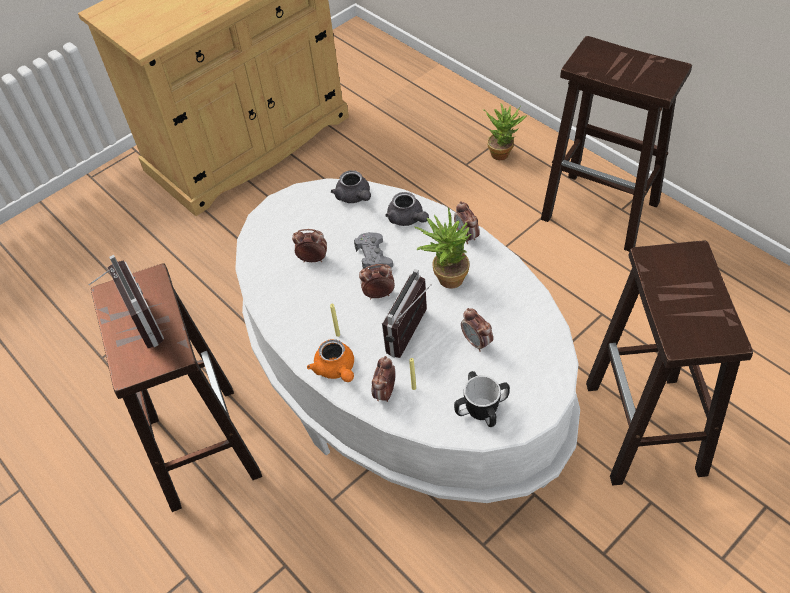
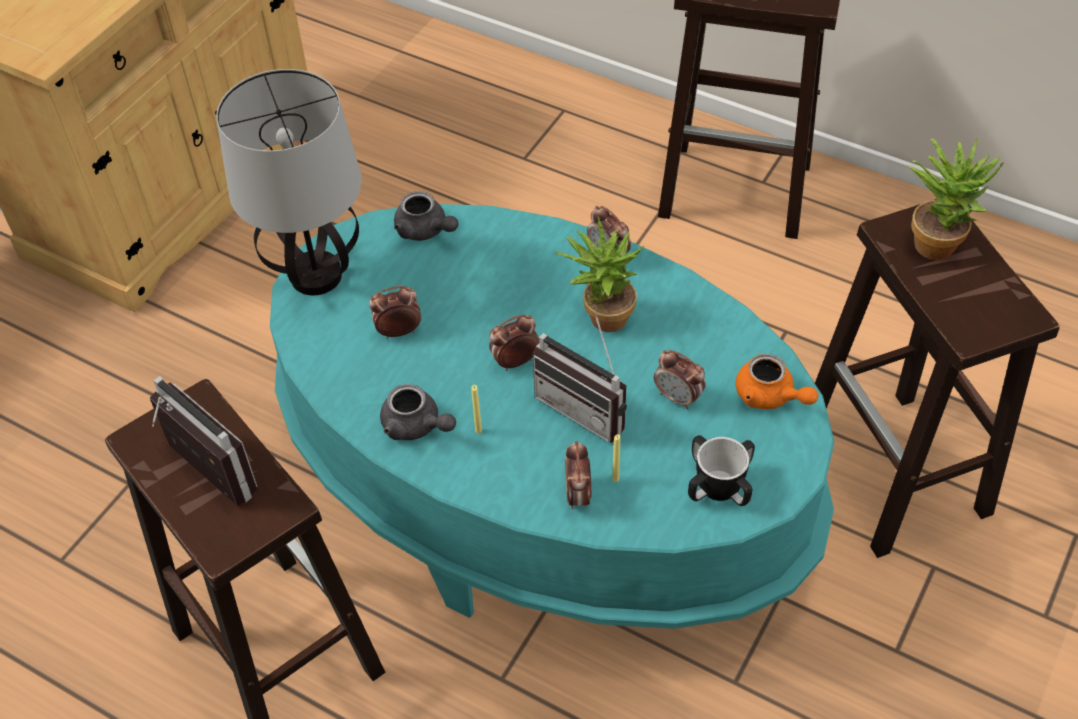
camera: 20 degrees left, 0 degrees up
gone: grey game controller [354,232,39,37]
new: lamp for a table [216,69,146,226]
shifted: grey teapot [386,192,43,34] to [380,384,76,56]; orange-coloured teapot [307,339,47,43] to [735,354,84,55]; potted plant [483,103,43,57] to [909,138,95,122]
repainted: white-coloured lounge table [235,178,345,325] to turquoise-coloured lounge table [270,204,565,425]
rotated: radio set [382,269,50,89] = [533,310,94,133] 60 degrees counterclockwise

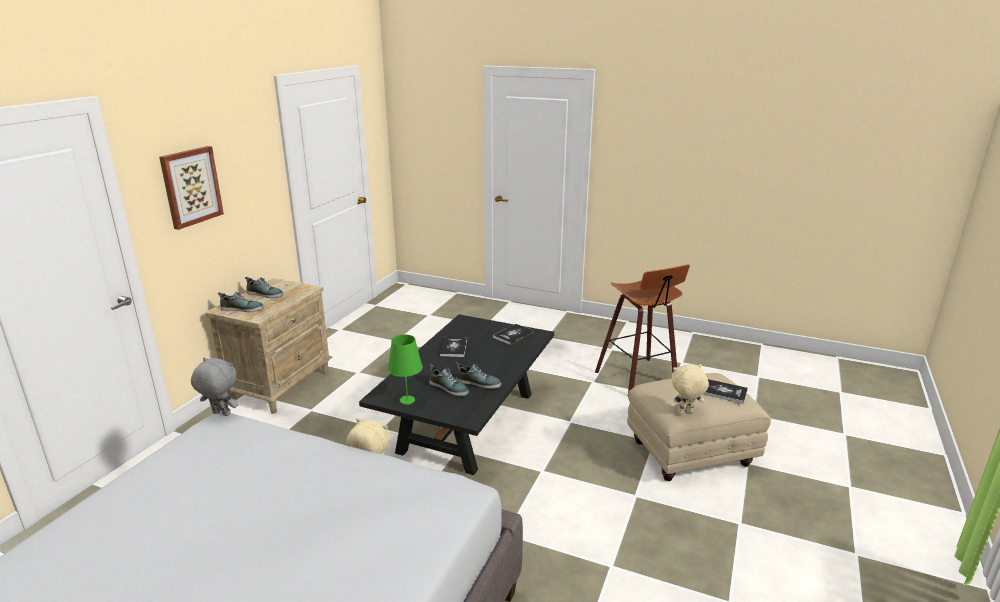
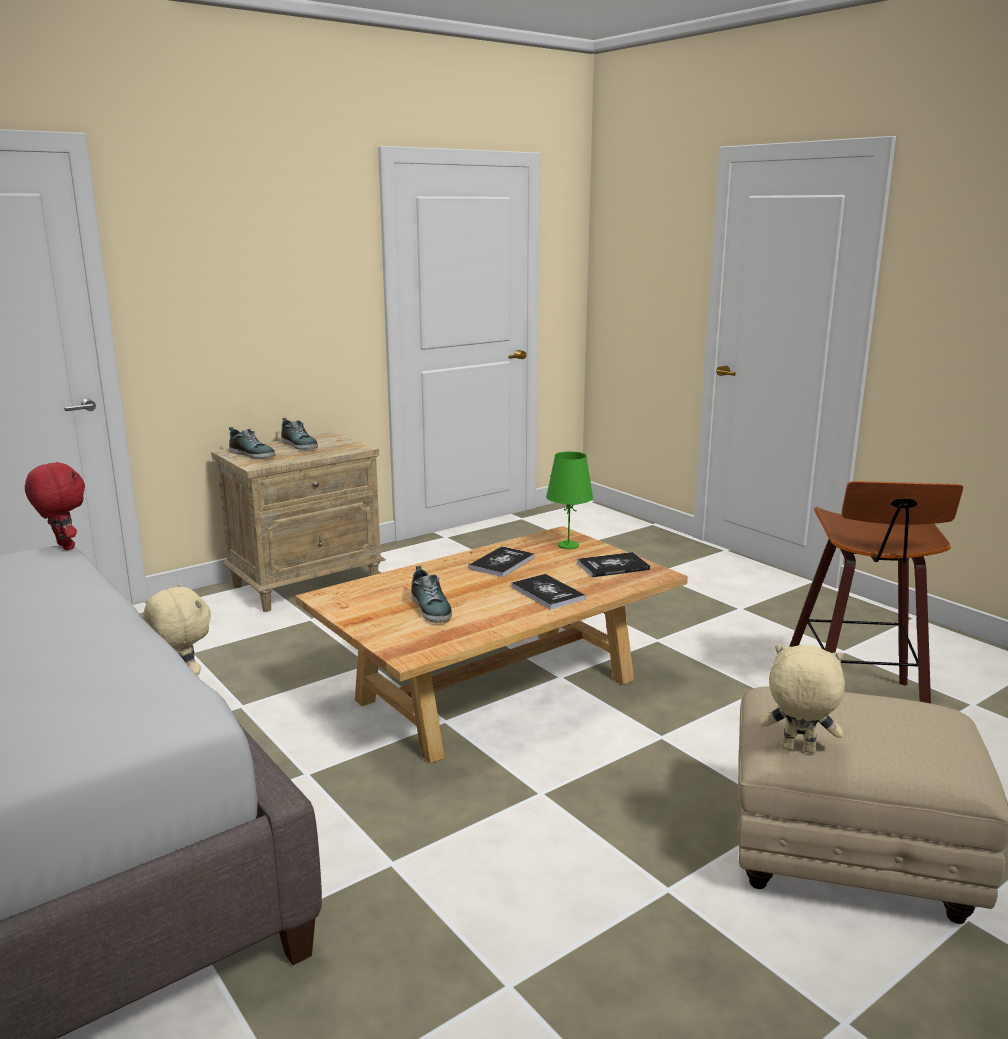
camera: 30 degrees right, 5 degrees down
gone: wall picture [159,146,65,84]; low shoe [455,362,46,27]
shifted: volume [703,379,45,25] to [511,574,75,36]; green-coloured lamp for a table [388,335,35,70] to [546,451,47,98]
repainted: grey plush toy [191,358,47,58] to red-coloured plush toy [25,462,60,88]; black-coloured lounge table [359,314,195,161] to beige-coloured lounge table [295,526,393,237]

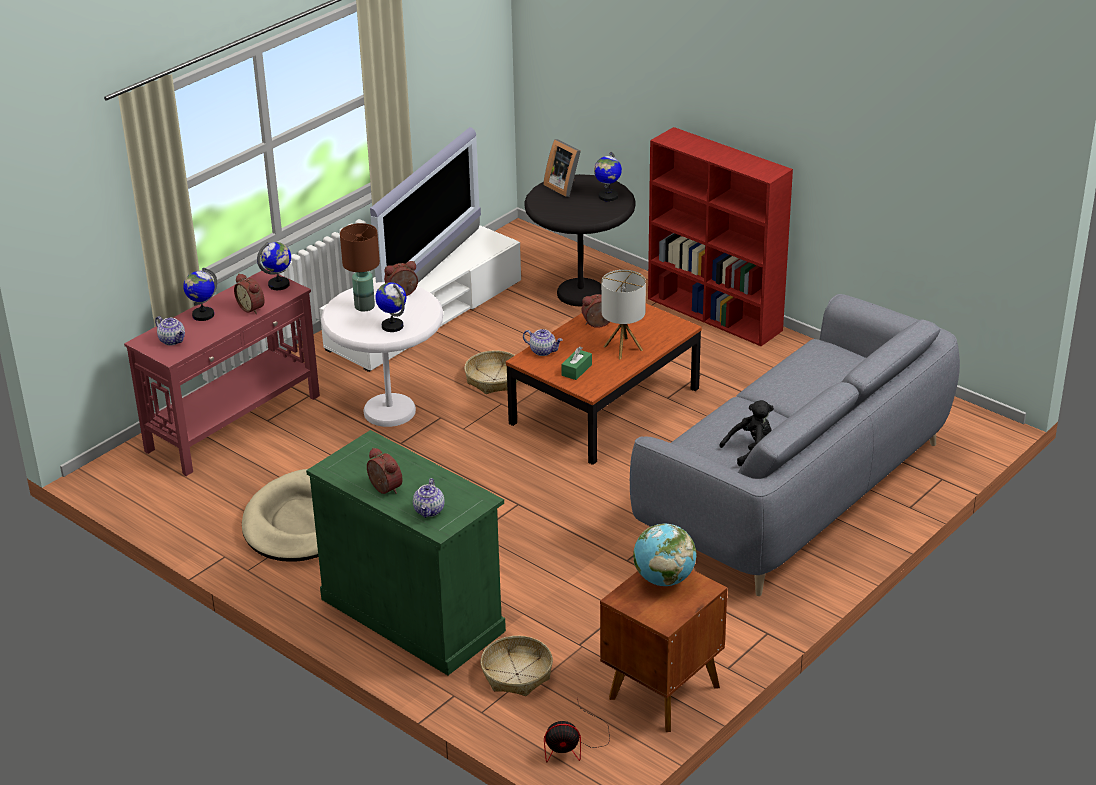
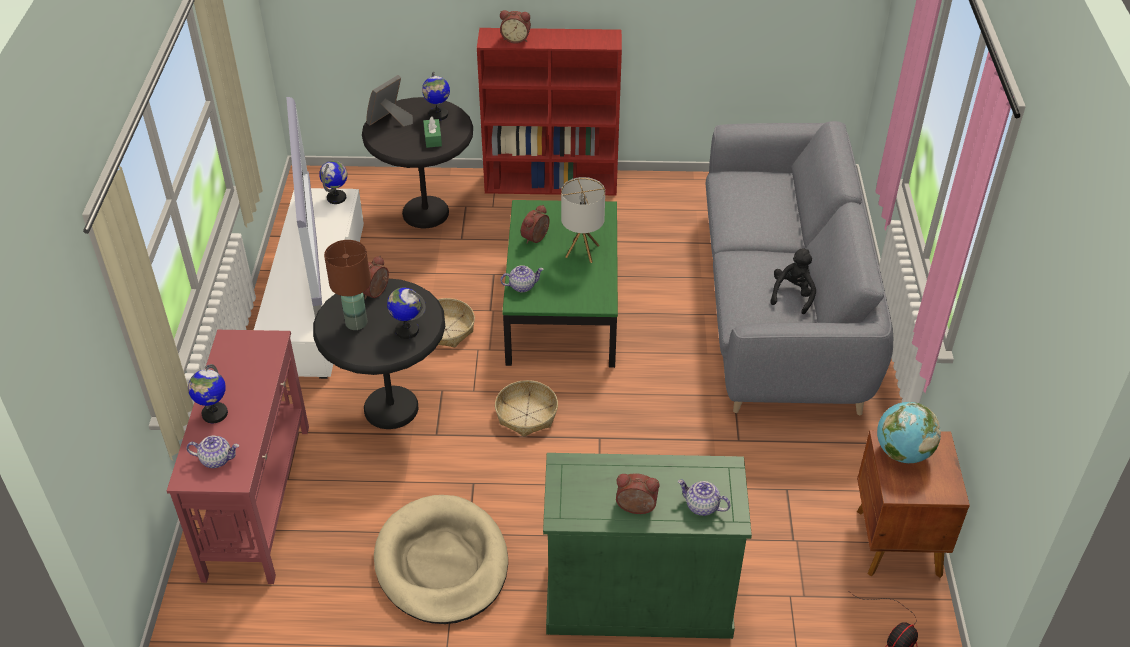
camera: 40 degrees left, 10 degrees up
shifted: globe [257,242,34,48] to [319,161,28,43]; green-coloured tissue box [561,347,31,33] to [423,116,19,32]; basket [481,636,72,60] to [495,380,63,57]; bedside clock [234,273,31,41] to [500,10,31,34]
repainted: white-coloured side table [321,282,122,145] to black-coloured side table [313,279,132,150]; brown lounge table [506,304,196,161] to green-coloured lounge table [502,200,116,168]
rotated: picture frame [543,139,38,58] = [366,75,47,51] 120 degrees clockwise; teapot [413,478,31,40] = [678,480,52,36] 150 degrees clockwise

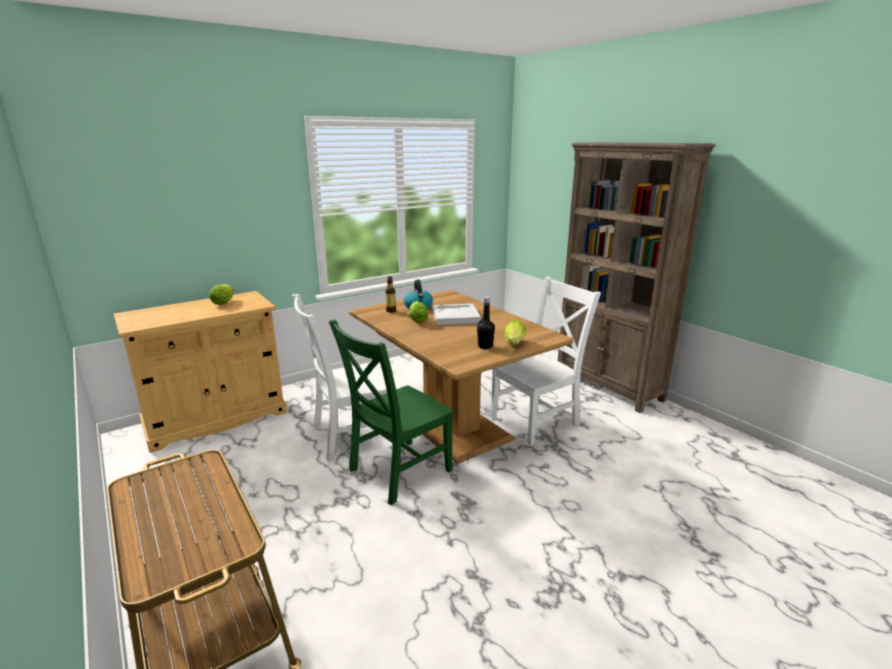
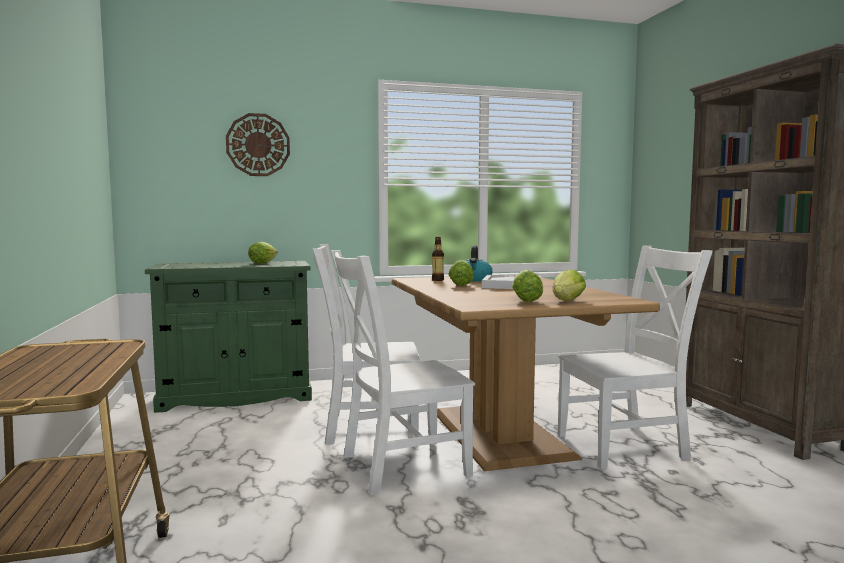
camera: 20 degrees right, 15 degrees down
new: hanging clock [226,113,64,63]
swapped: black-coloured bottle [477,297,18,52] to lettuce [512,270,31,32]
repainted: beige-coloured cupboard [114,291,173,162] to green-coloured cupboard [145,261,167,152]; green-coloured plain chair [329,320,125,185] to white-coloured plain chair [331,250,144,246]

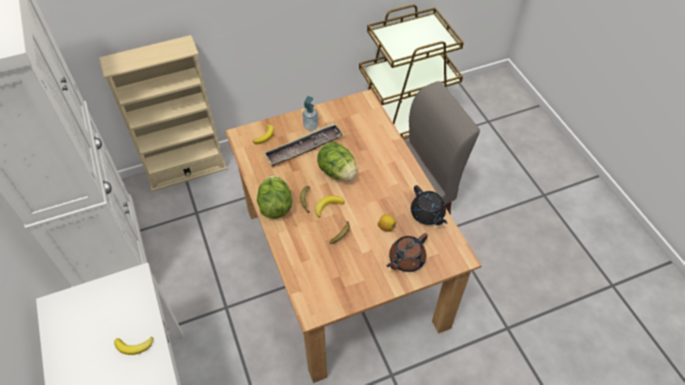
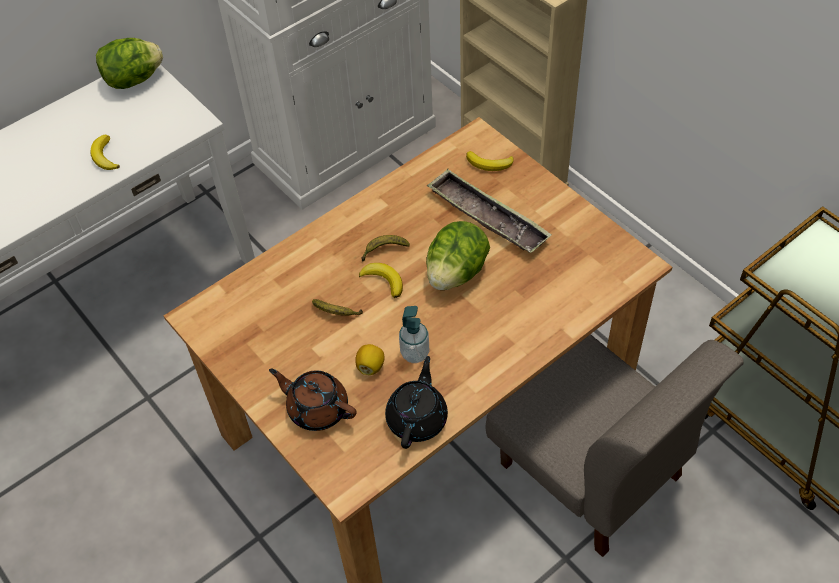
camera: 75 degrees right, 0 degrees up
shifted: lettuce [257,175,35,44] to [96,38,67,51]; soap bottle [302,96,17,35] to [399,306,30,57]
rotated: black-coloured teapot [411,185,36,40] = [385,356,63,93] 150 degrees clockwise

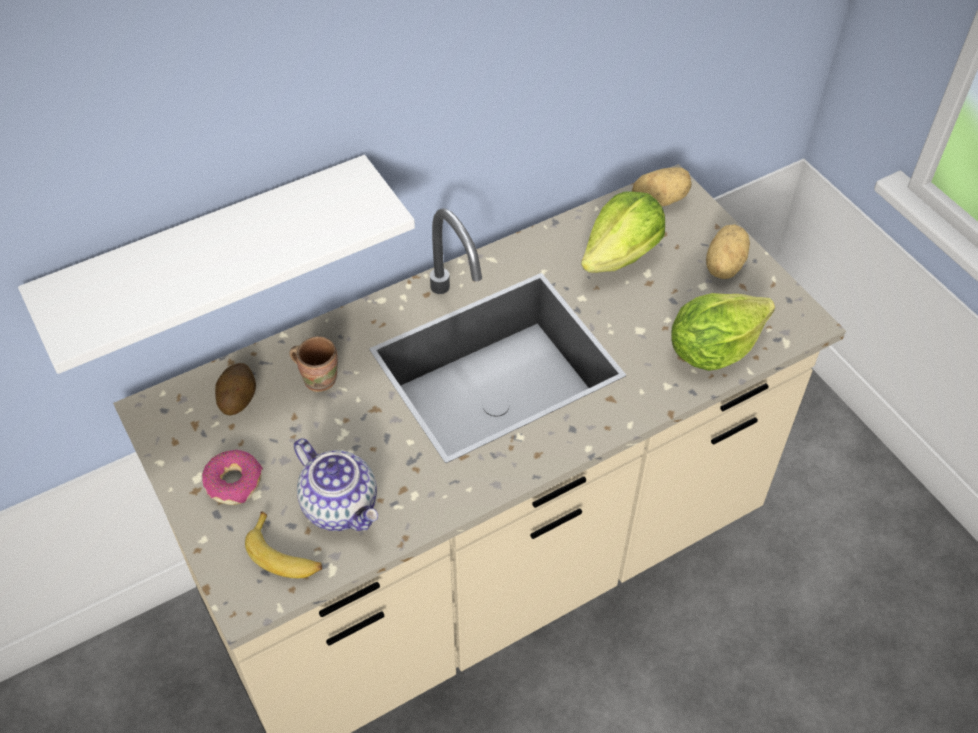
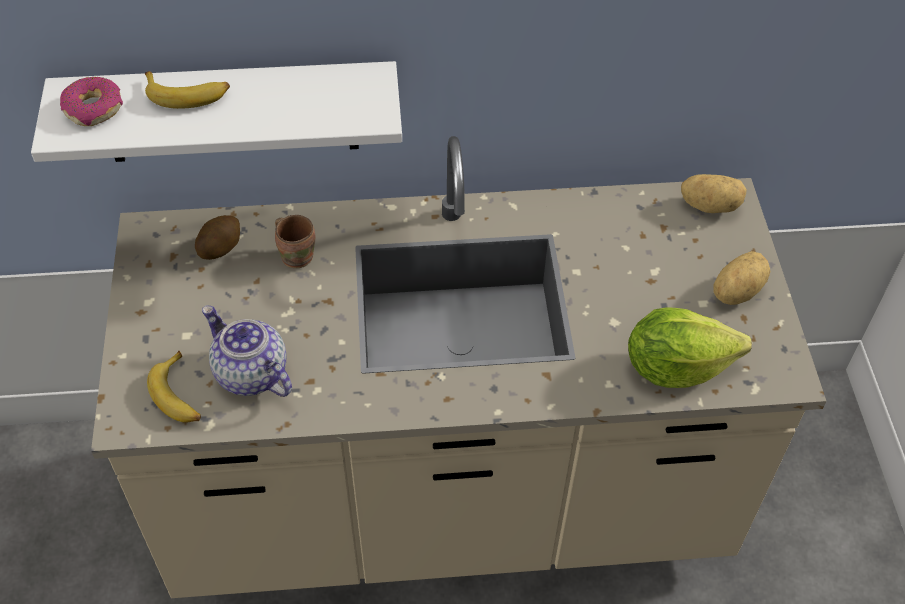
camera: 25 degrees right, 0 degrees up
gone: lettuce [581,192,84,81]
new: banana [145,71,85,38]
shifted: donut [202,450,61,55] to [60,77,63,49]
rotated: teapot [294,438,84,93] = [202,306,90,91] 150 degrees clockwise

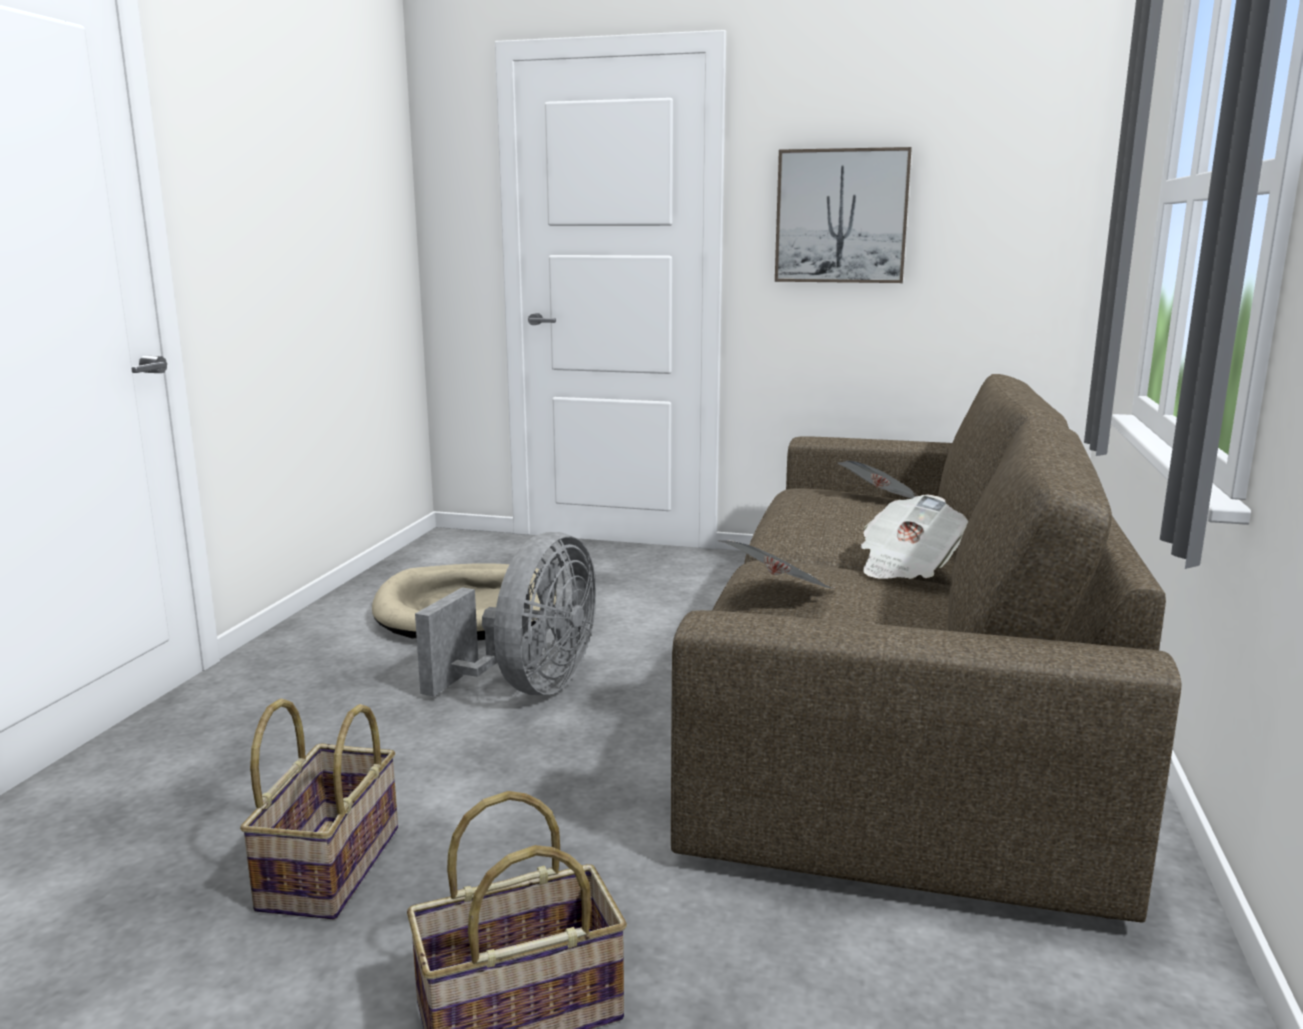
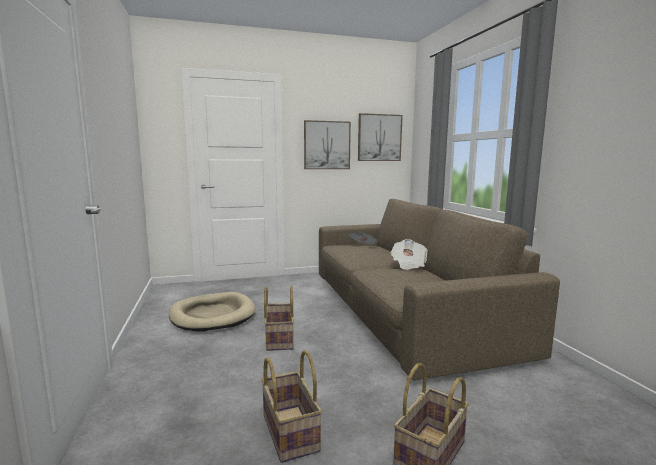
camera: 30 degrees left, 5 degrees down
gone: printed paper [720,540,114,48]
new: wall picture [358,113,45,48]
swapped: grey fan [415,532,181,165] to basket [264,285,30,66]

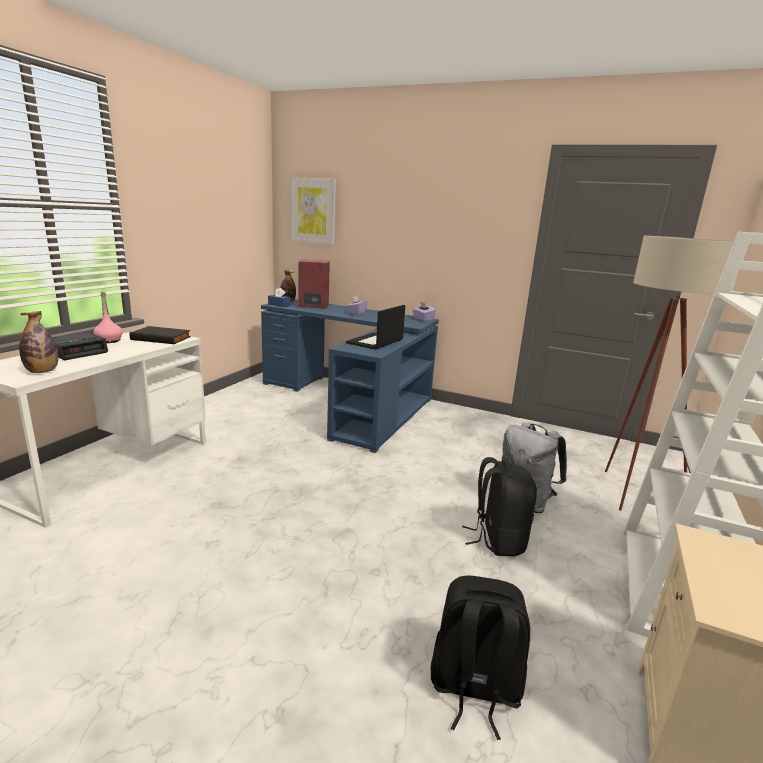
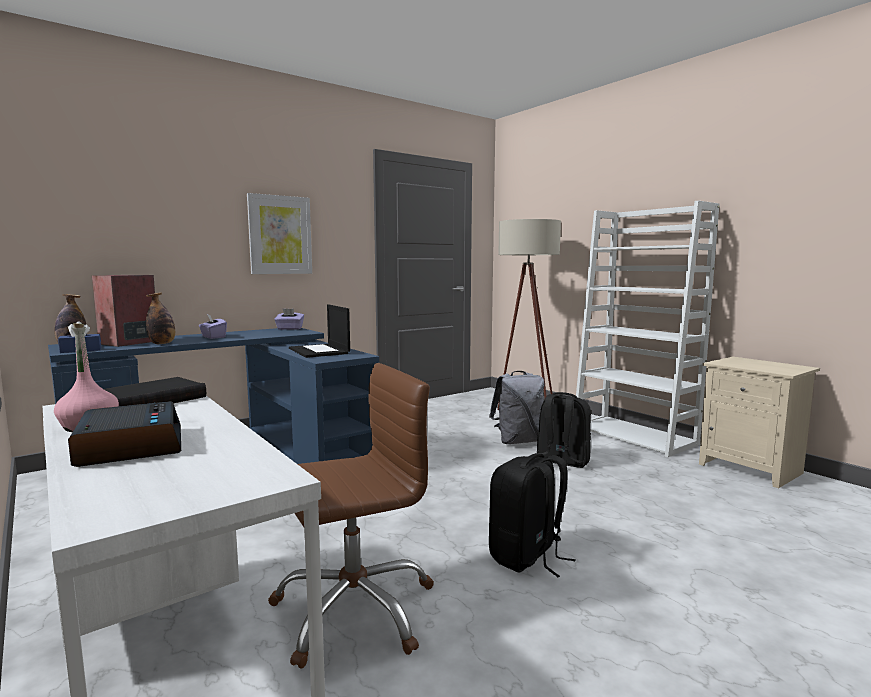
camera: 60 degrees left, 10 degrees down
new: brown computer chair [268,363,166,306]
shifted: bottle [19,311,39,62] to [146,293,29,51]; wall picture [291,177,45,68] to [247,193,65,81]; black-coloured backpack [431,575,99,165] to [489,453,87,124]

